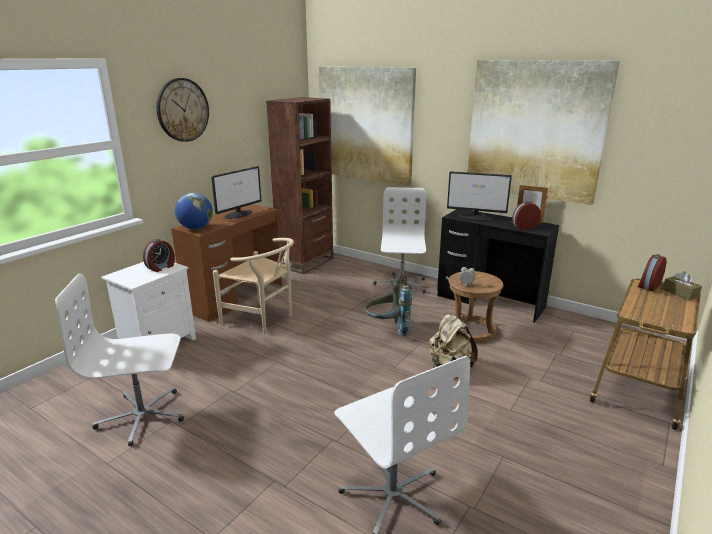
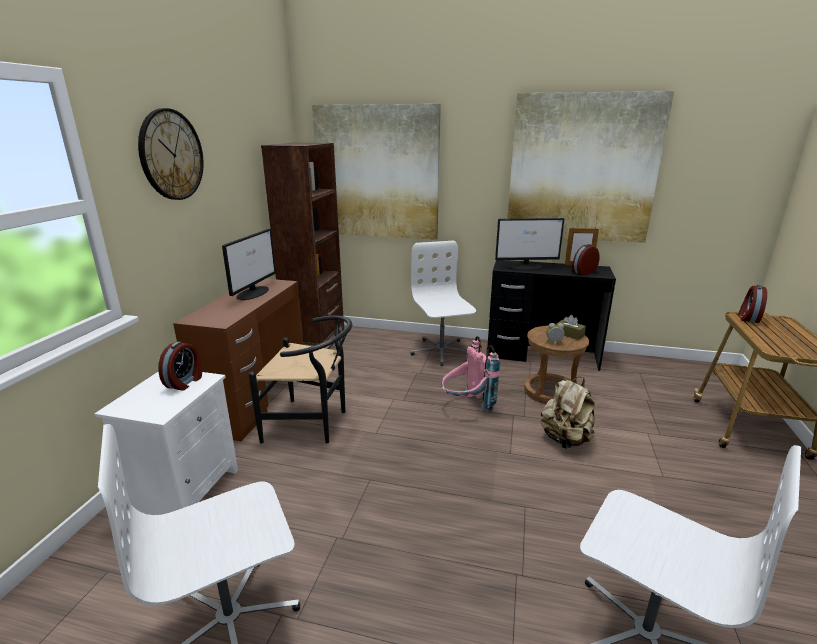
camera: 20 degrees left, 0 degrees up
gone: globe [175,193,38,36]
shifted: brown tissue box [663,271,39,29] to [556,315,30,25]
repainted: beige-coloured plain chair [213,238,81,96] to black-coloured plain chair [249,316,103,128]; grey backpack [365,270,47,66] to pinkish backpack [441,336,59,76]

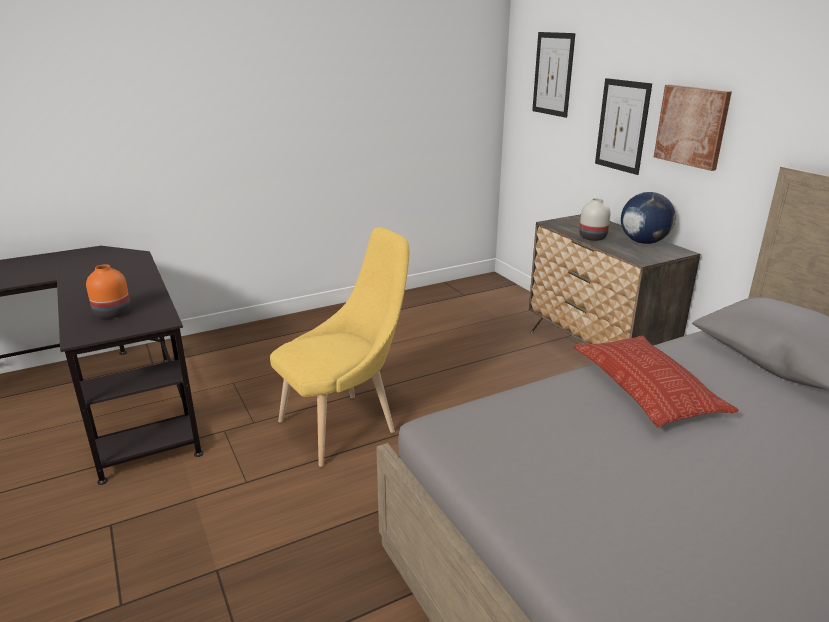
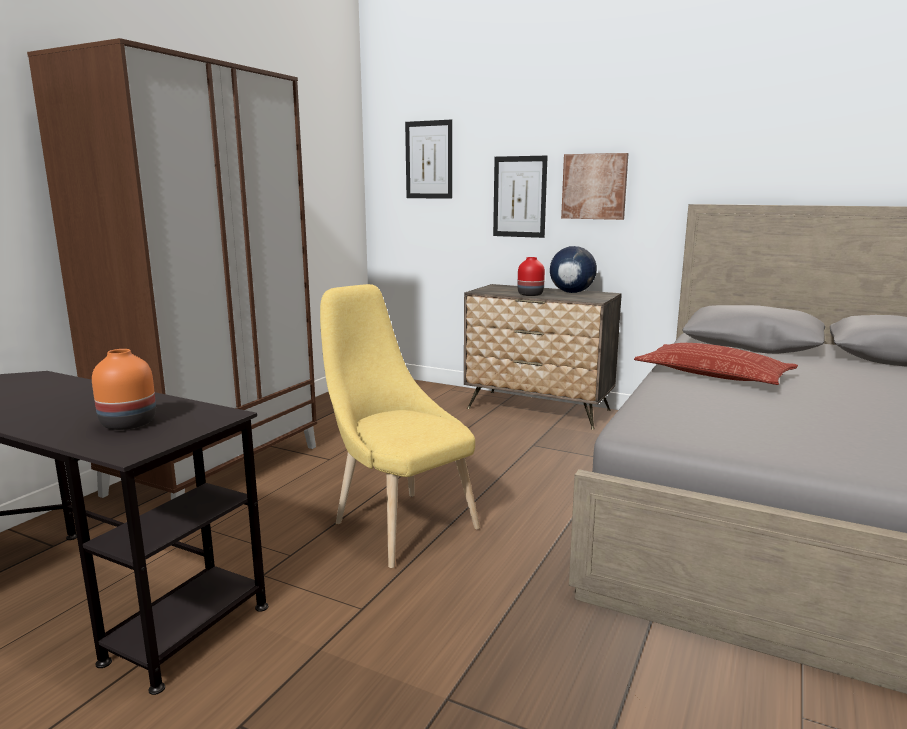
camera: 35 degrees left, 10 degrees down
new: brown clothes cupboard [27,38,290,462]
repainted: white-coloured decorative vase [579,198,32,43] to red-coloured decorative vase [518,257,27,39]
rotated: yellow-coloured plain chair [270,227,139,240] = [320,284,160,284] 60 degrees counterclockwise

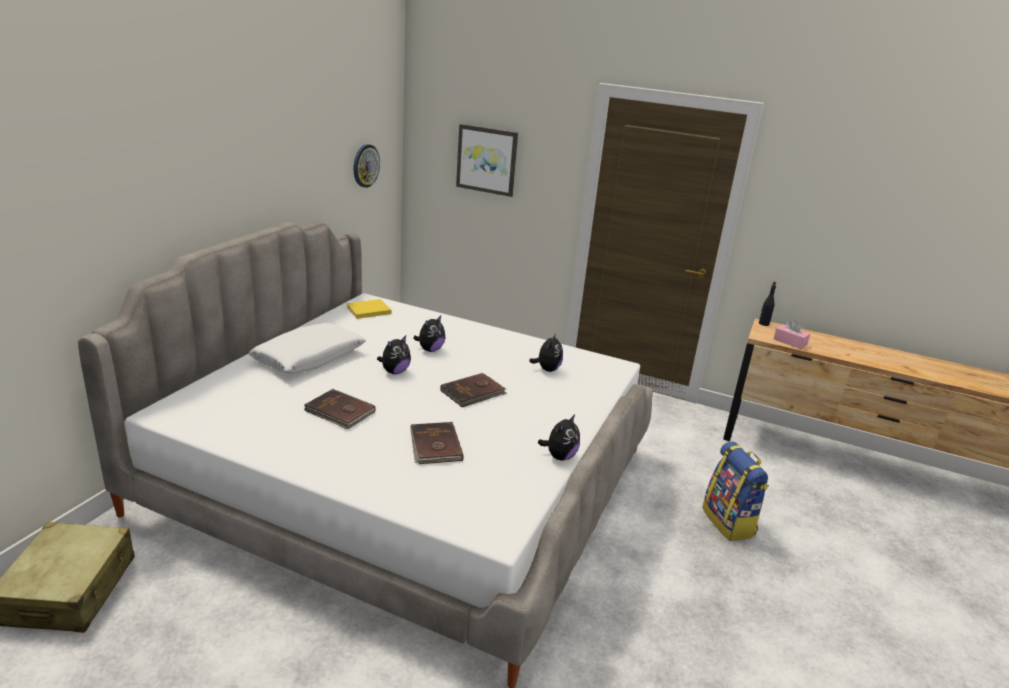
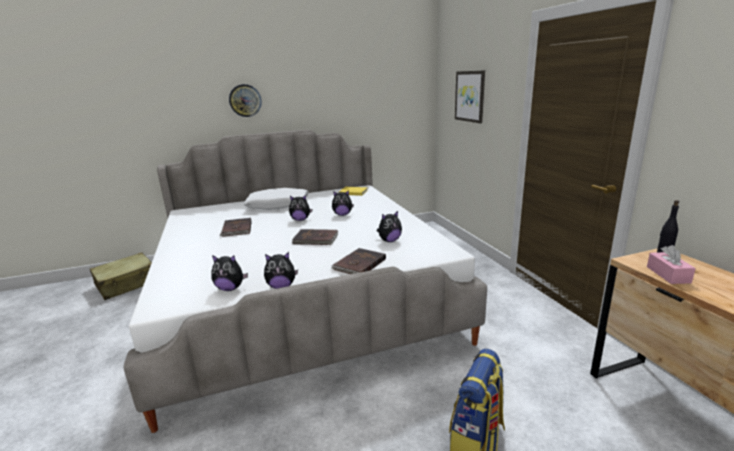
camera: 50 degrees right, 5 degrees down
new: plush toy [211,255,37,36]
shifted: hanging clock [353,144,27,44] to [229,84,33,33]; brown volume [410,422,54,42] to [331,248,55,26]

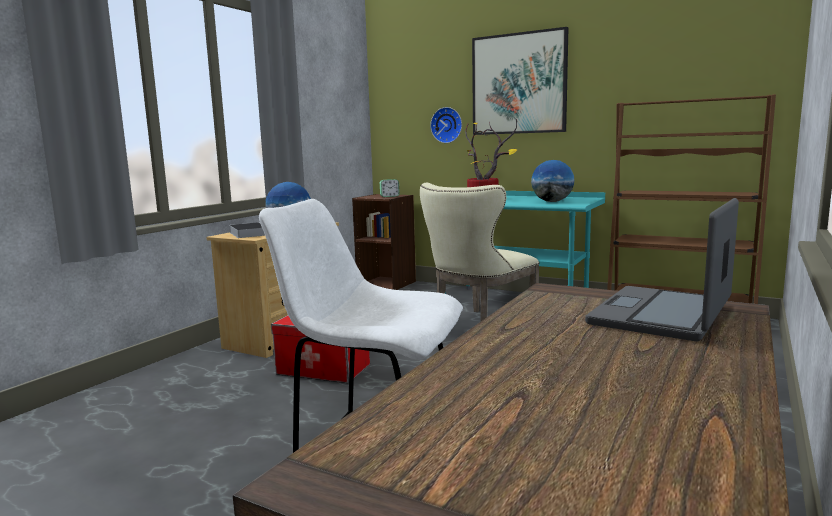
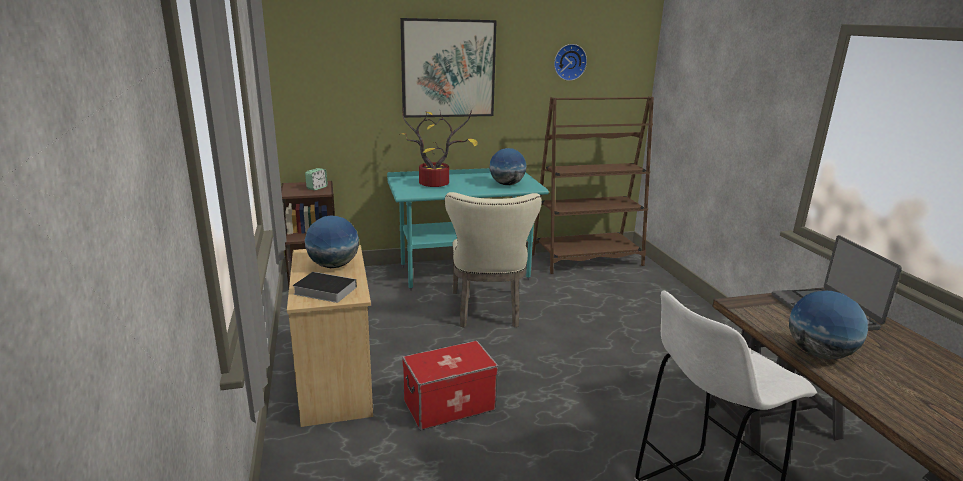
camera: 45 degrees left, 10 degrees up
new: globe [789,291,79,68]
shifted: hanging clock [430,107,32,36] to [554,44,33,37]

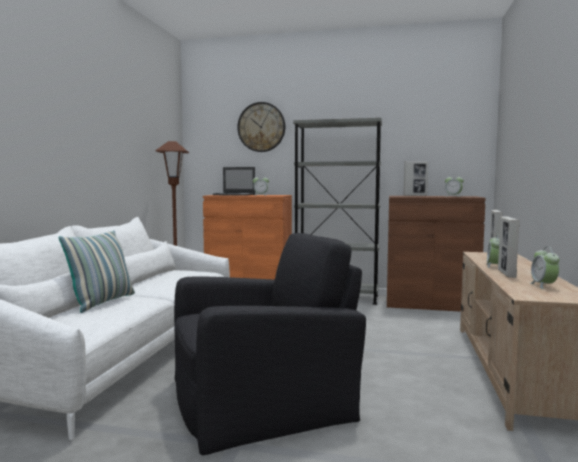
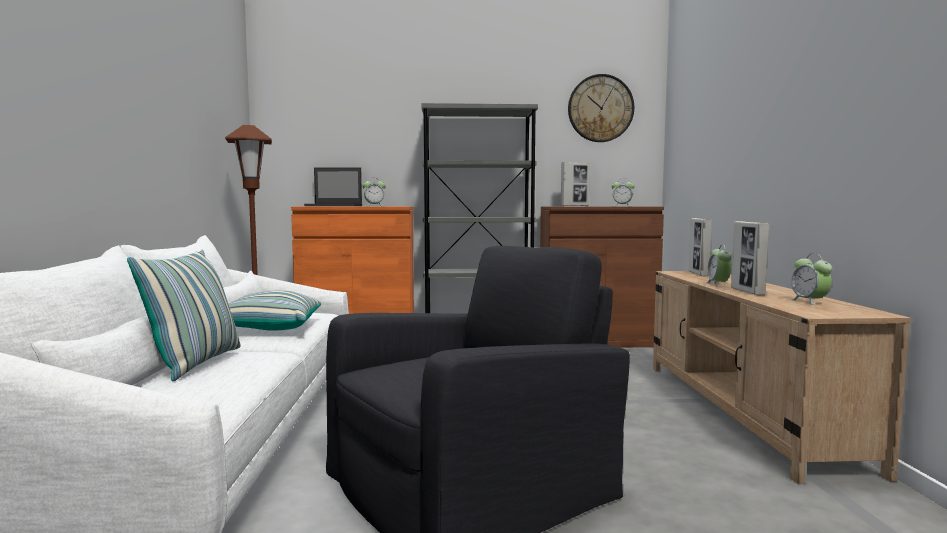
camera: 15 degrees left, 0 degrees up
new: throw pillow [229,290,92,41]
shifted: hanging clock [237,102,48,50] to [568,74,66,68]

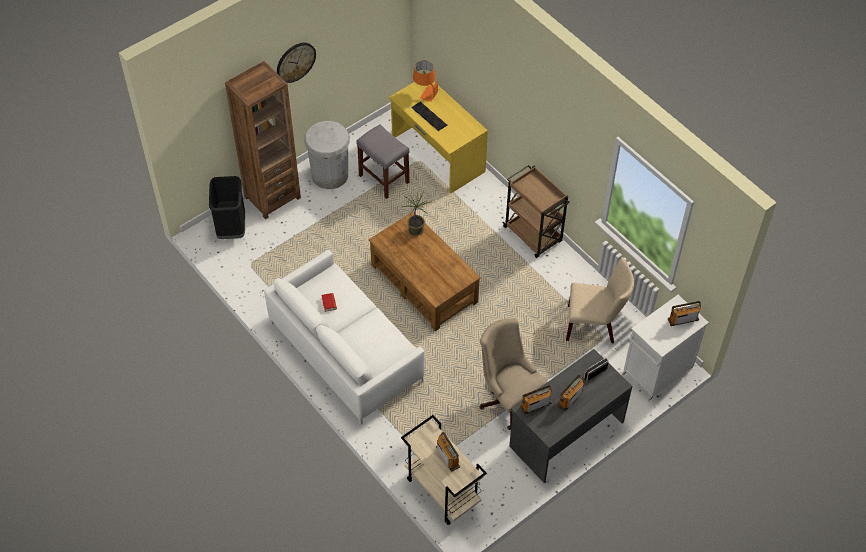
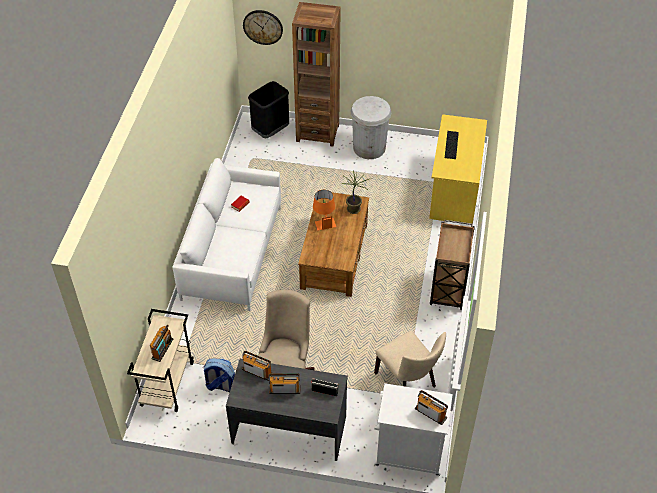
camera: 50 degrees right, 5 degrees down
gone: grey stool seat [356,124,54,75]
new: backpack [203,358,32,34]
shifted: hanging clock [277,43,39,40] to [243,10,40,35]; orange-coloured lamp for a table [413,61,26,41] to [313,190,23,40]

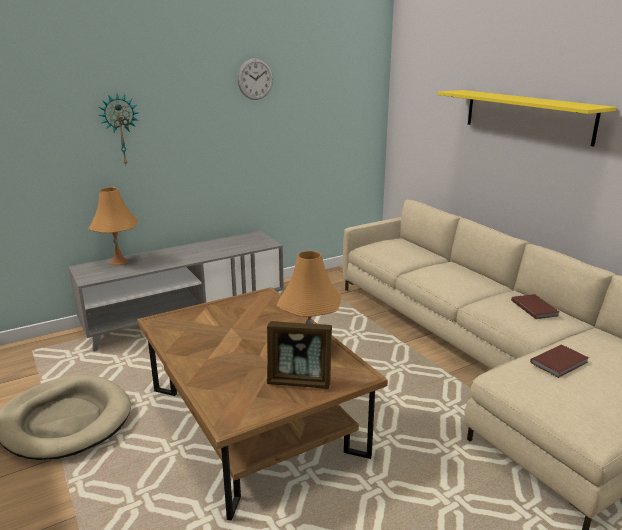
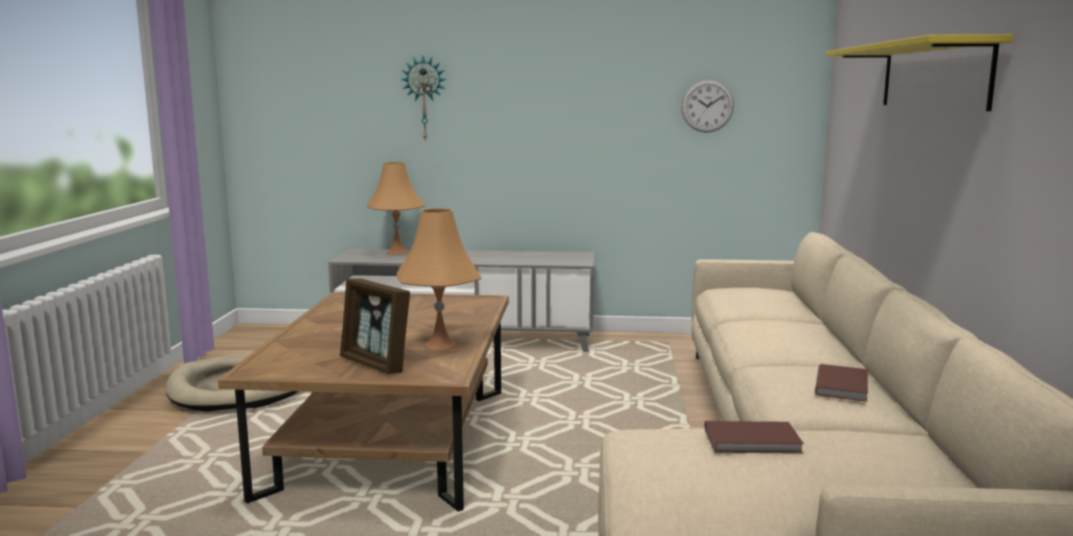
camera: 35 degrees right, 10 degrees down
shifted: hanging clock [237,58,36,42] to [681,80,53,53]

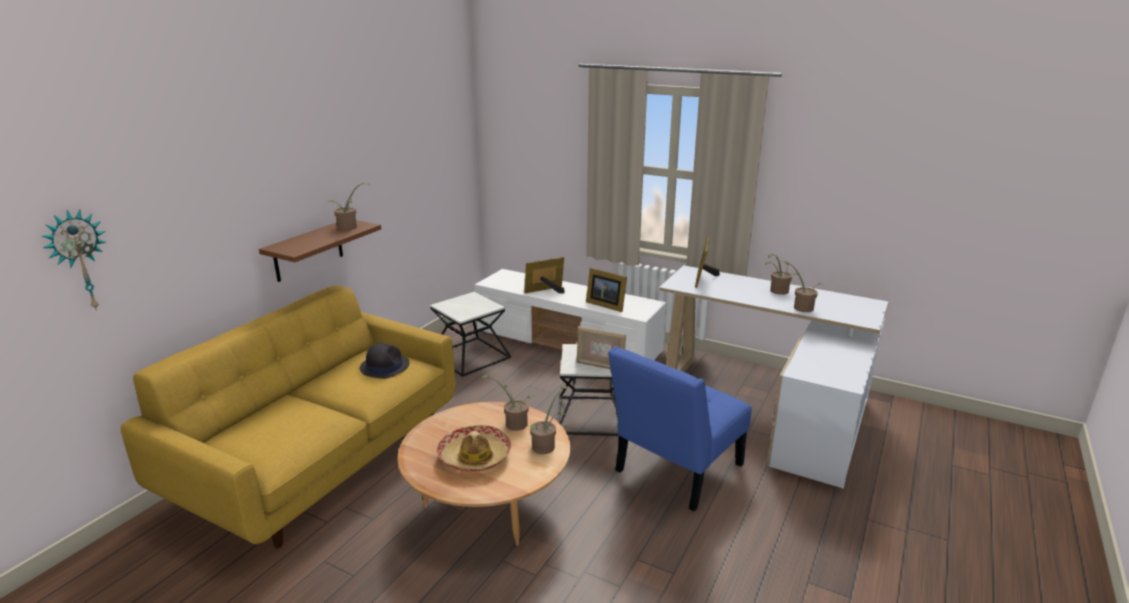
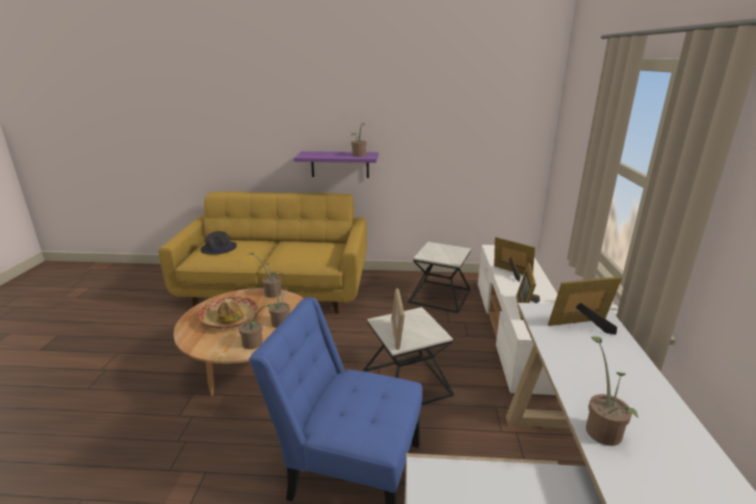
camera: 65 degrees right, 0 degrees up
gone: hanging clock [42,210,65,101]
shifted: black-coloured hat [360,343,50,36] to [201,231,36,24]; potted plant [765,254,27,41] to [249,253,36,45]
repainted: brown bracket shelf [259,220,122,62] to purplish bracket shelf [294,151,84,27]

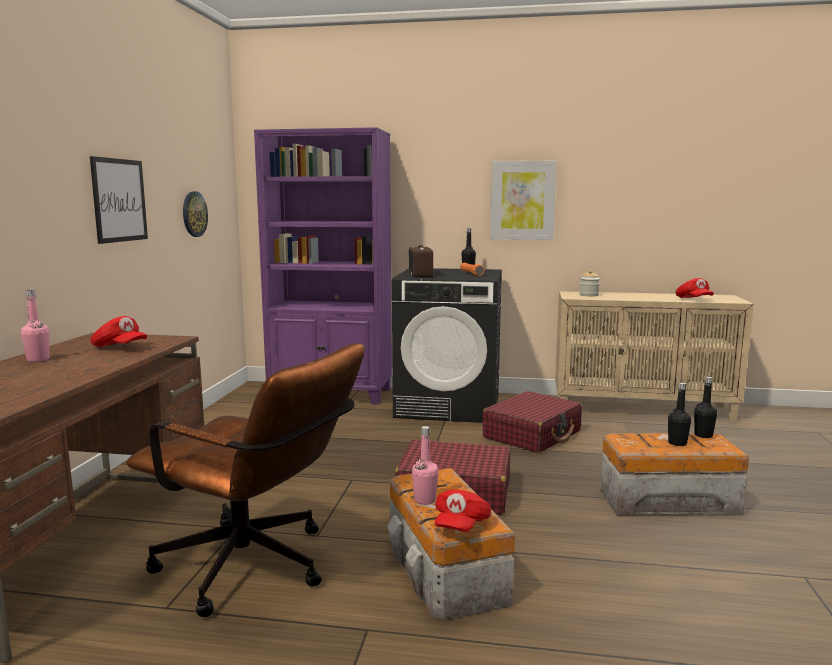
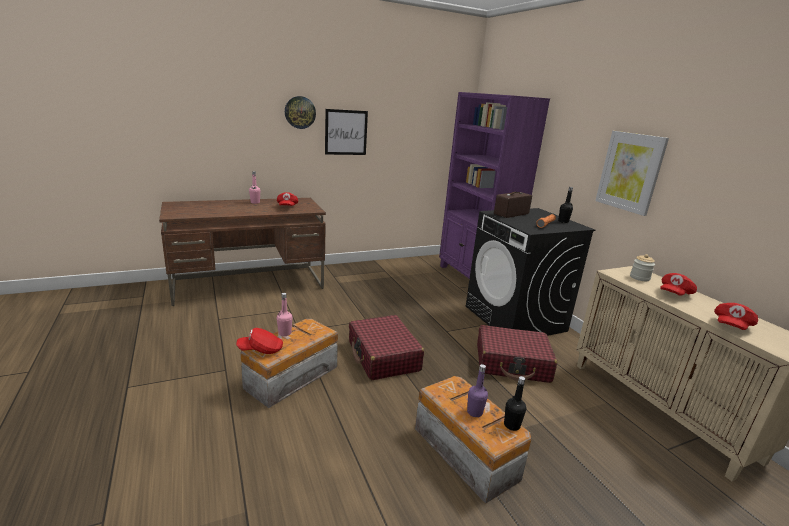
camera: 55 degrees right, 10 degrees up
gone: brown computer chair [127,343,238,274]
new: red-coloured peaked cap [660,273,37,23]
shifted: hanging clock [183,192,25,45] to [285,96,31,33]
repainted: black-coloured bottle [668,382,23,64] to purplish bottle [467,364,21,53]

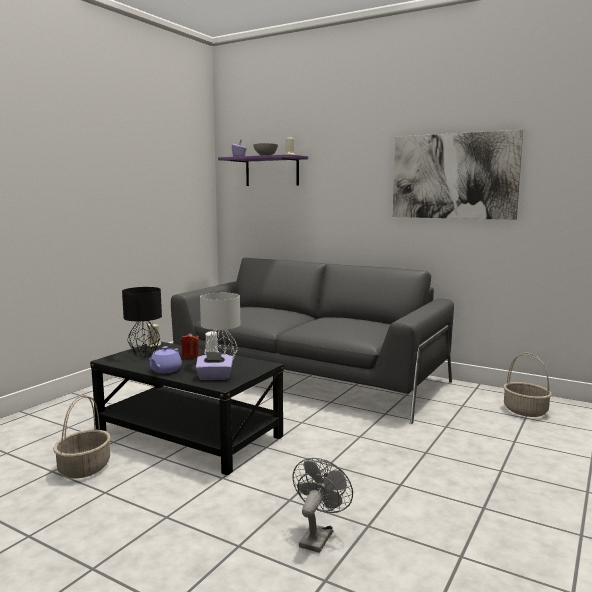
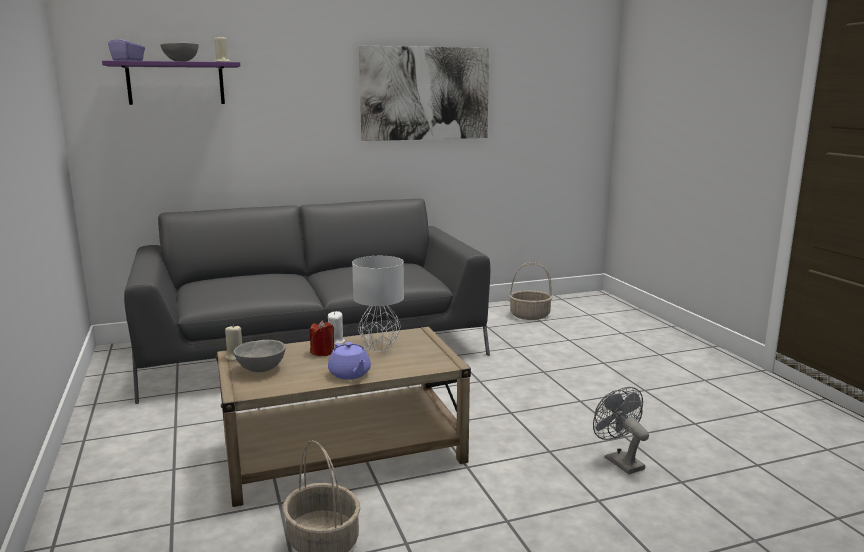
camera: 50 degrees left, 5 degrees up
gone: purplish tissue box [196,352,37,28]
swapped: black-coloured lamp for a table [122,287,40,70] to grey deep dish [234,340,52,32]
repainted: black-coloured lounge table [90,342,194,133] to beige-coloured lounge table [216,327,255,180]

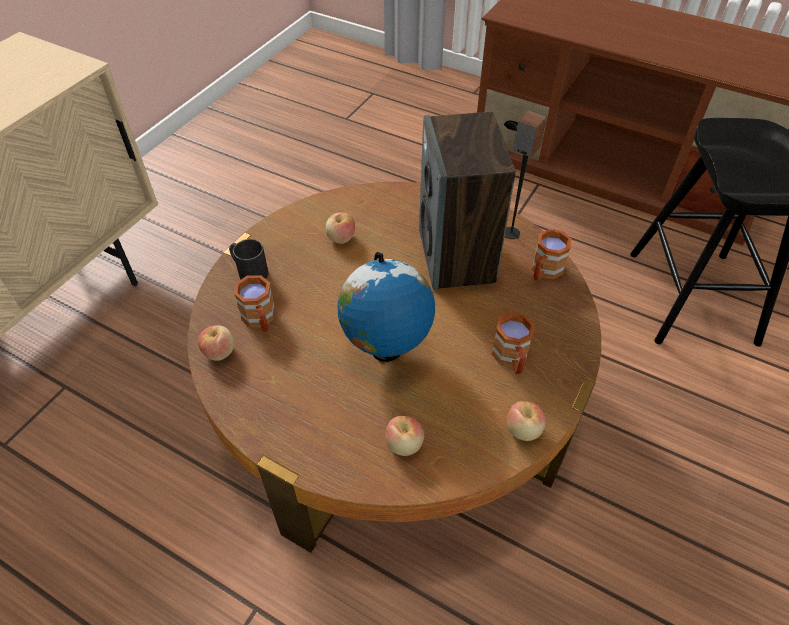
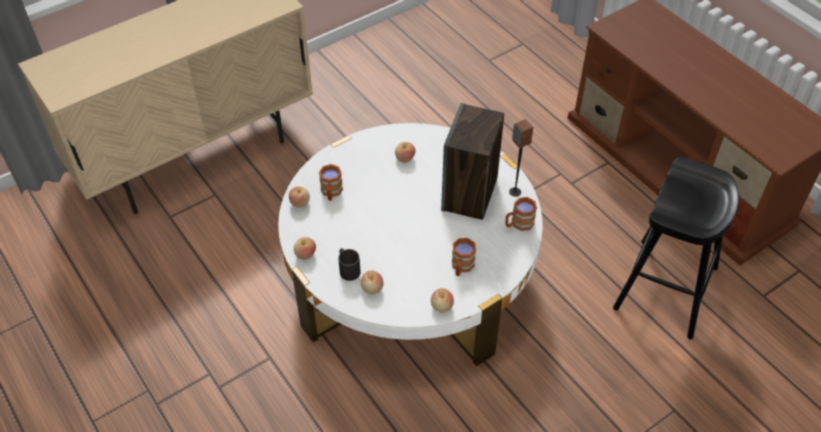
camera: 25 degrees right, 0 degrees up
gone: globe [337,252,98,110]
new: whole apple [294,237,22,23]
shifted: black-coloured coffee mug [229,239,39,41] to [338,248,22,33]
repainted: brown lounge table [188,182,413,371] to white-coloured lounge table [278,123,265,243]

